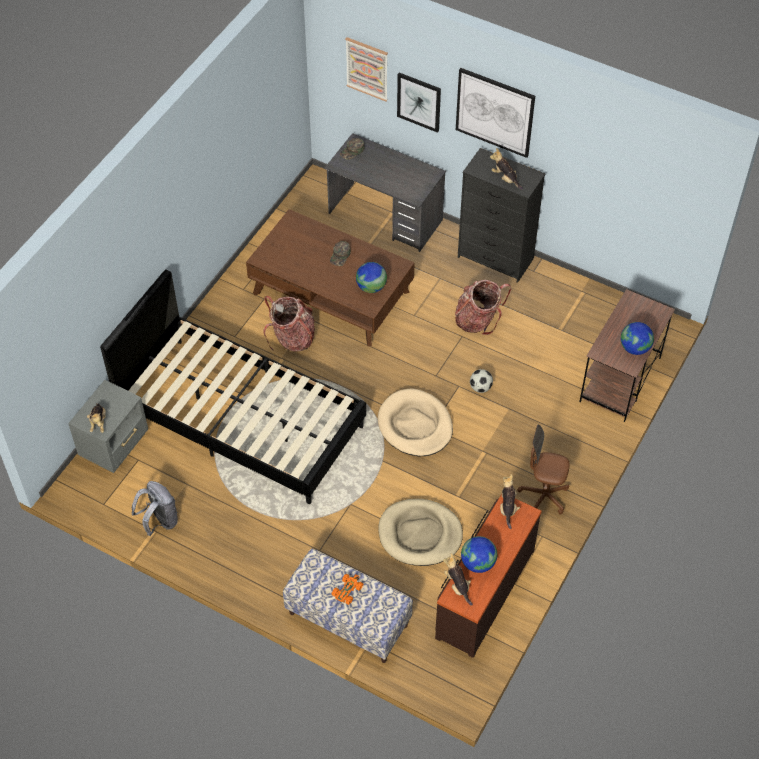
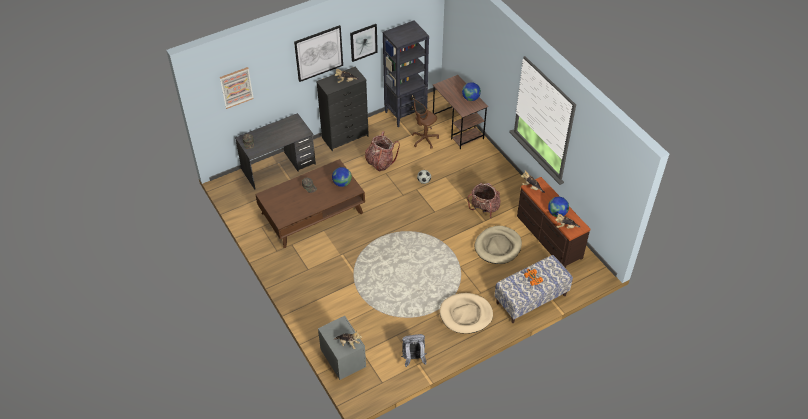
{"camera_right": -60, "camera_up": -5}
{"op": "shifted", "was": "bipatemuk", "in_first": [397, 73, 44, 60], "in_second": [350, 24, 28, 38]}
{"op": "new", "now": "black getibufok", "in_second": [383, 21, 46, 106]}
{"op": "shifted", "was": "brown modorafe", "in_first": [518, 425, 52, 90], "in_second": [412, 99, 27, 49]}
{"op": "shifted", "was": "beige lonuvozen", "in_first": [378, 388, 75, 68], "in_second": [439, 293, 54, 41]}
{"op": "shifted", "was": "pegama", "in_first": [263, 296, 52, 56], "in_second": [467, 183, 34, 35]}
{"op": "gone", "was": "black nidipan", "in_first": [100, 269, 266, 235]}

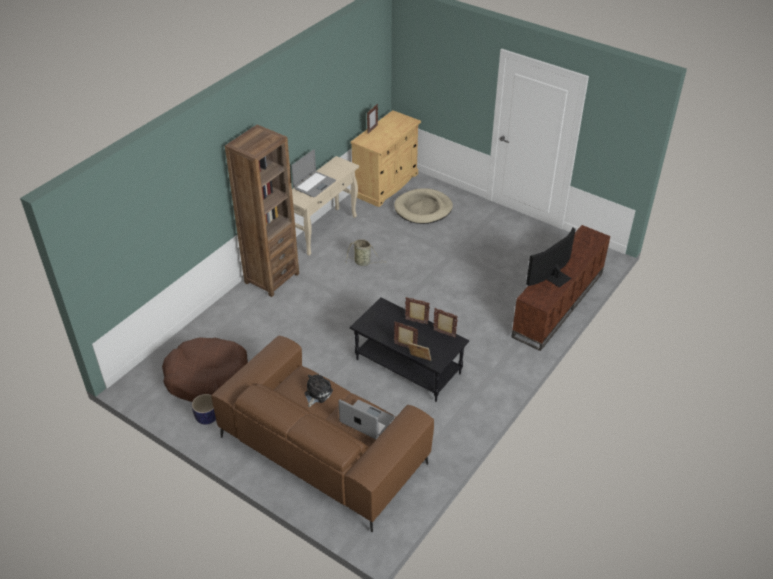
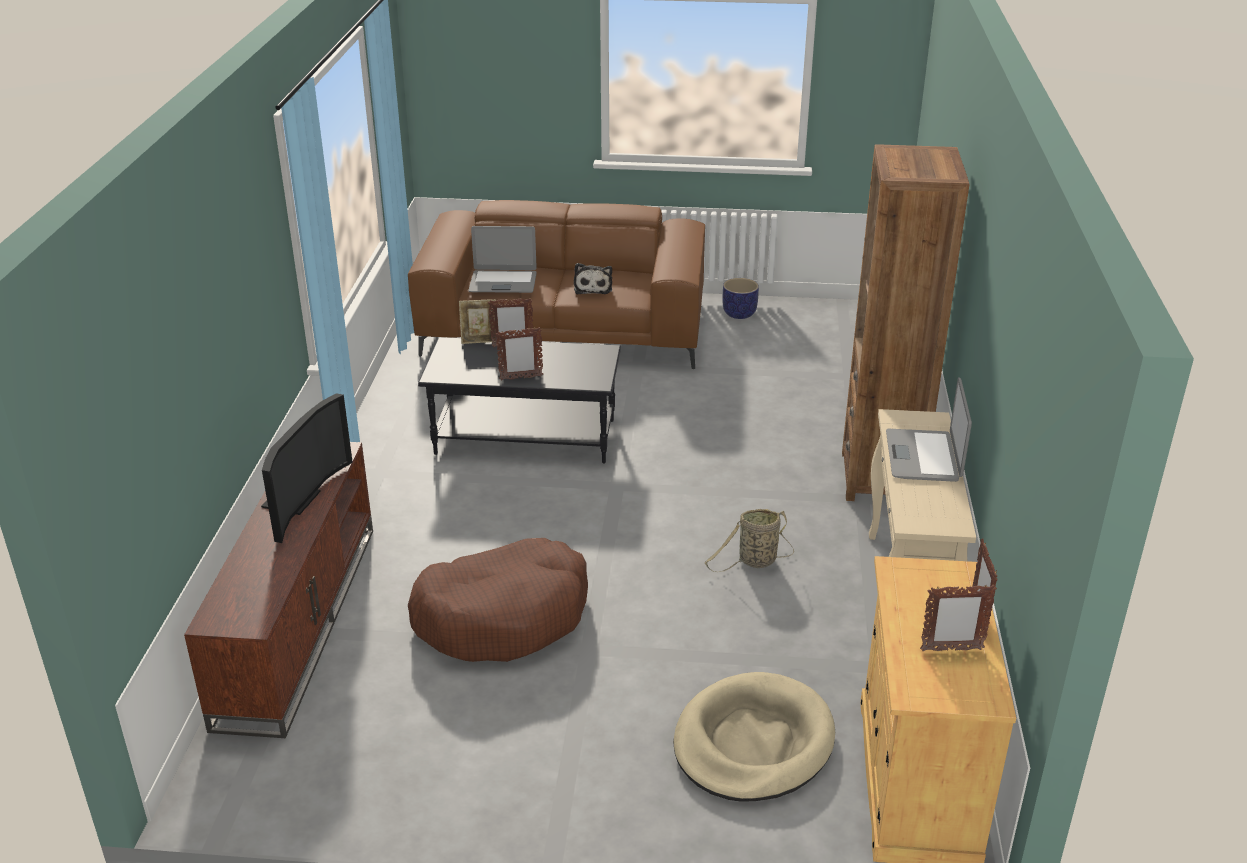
{"camera_right": 150, "camera_up": -10}
{"op": "shifted", "was": "brown lonuvozen", "in_first": [162, 337, 86, 65], "in_second": [408, 538, 180, 124]}
{"op": "shifted", "was": "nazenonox", "in_first": [433, 308, 25, 30], "in_second": [920, 584, 77, 67]}

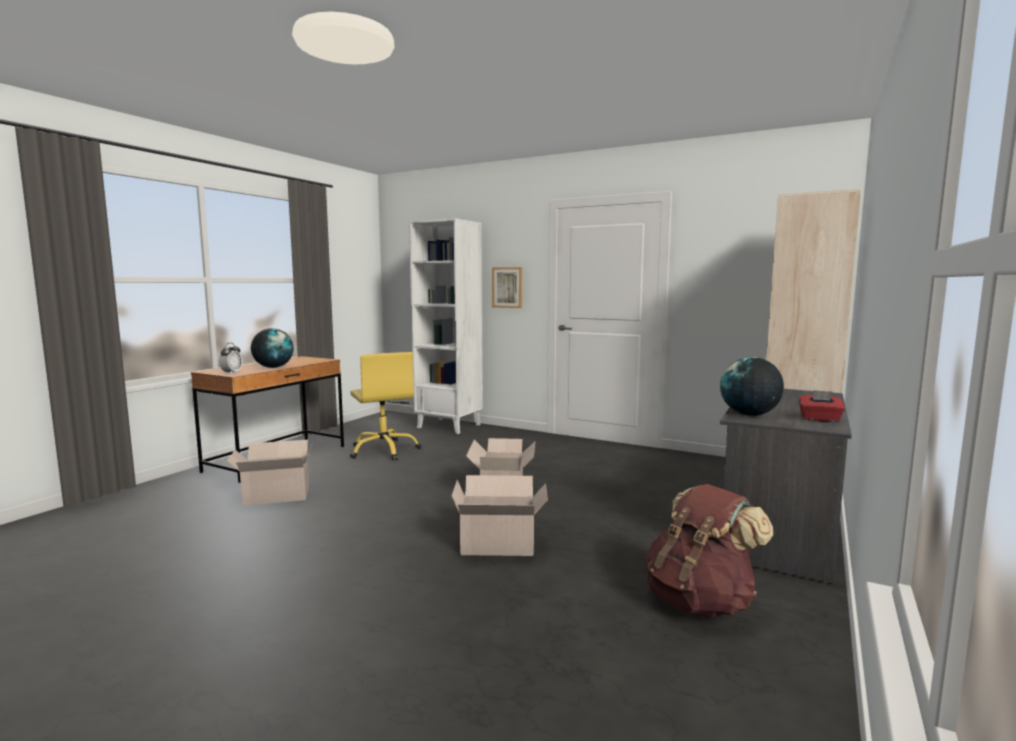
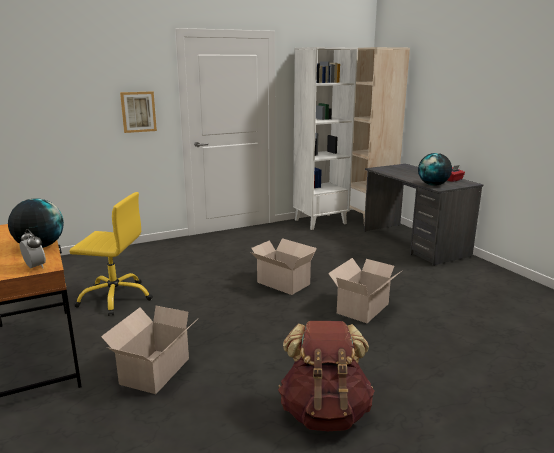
{"camera_right": -55, "camera_up": 10}
{"op": "shifted", "was": "brown pegama", "in_first": [646, 484, 127, 133], "in_second": [278, 321, 96, 110]}
{"op": "shifted", "was": "white getibufok", "in_first": [409, 218, 74, 216], "in_second": [293, 47, 65, 183]}

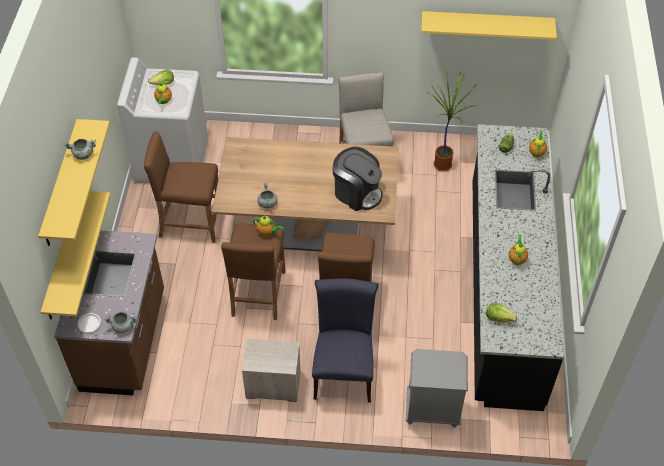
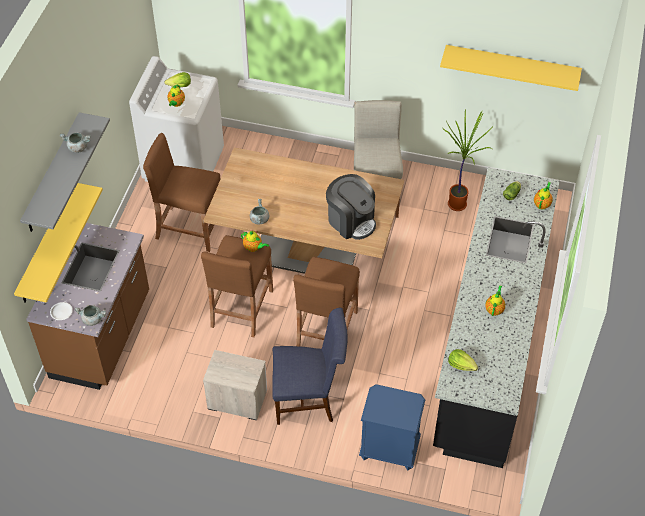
{"camera_right": 10, "camera_up": 0}
{"op": "repainted", "was": "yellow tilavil", "now": "grey tilavil", "in_first": [38, 119, 72, 127], "in_second": [20, 112, 90, 120]}
{"op": "rotated", "was": "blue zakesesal", "in_first": [312, 278, 66, 125], "in_second": [272, 308, 76, 117], "clockwise": 75}
{"op": "repainted", "was": "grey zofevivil", "now": "blue zofevivil", "in_first": [406, 349, 62, 79], "in_second": [359, 384, 66, 86]}

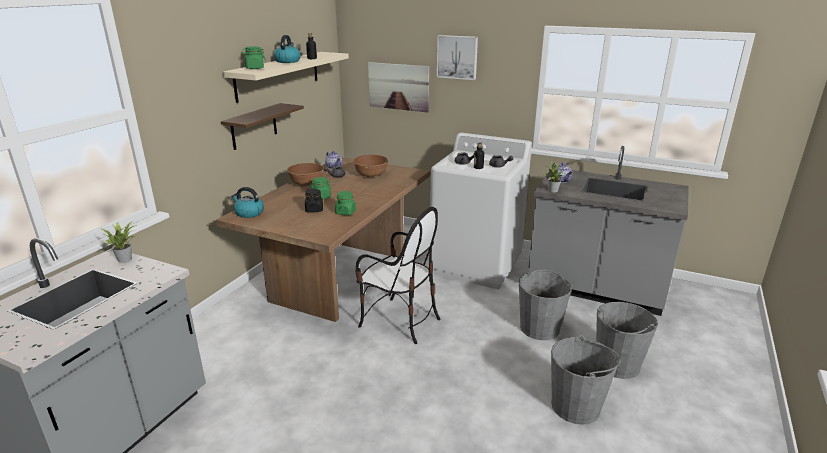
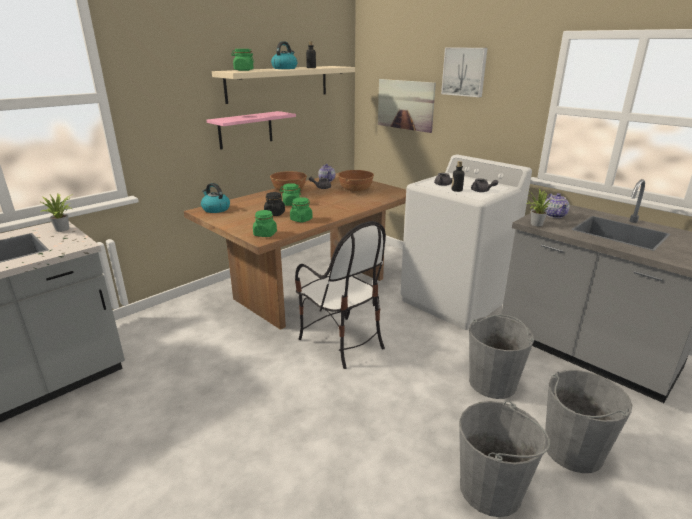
{"camera_right": 20, "camera_up": 0}
{"op": "repainted", "was": "brown tilavil", "now": "pink tilavil", "in_first": [221, 103, 83, 47], "in_second": [206, 111, 90, 39]}
{"op": "new", "now": "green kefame", "in_second": [253, 210, 24, 27]}

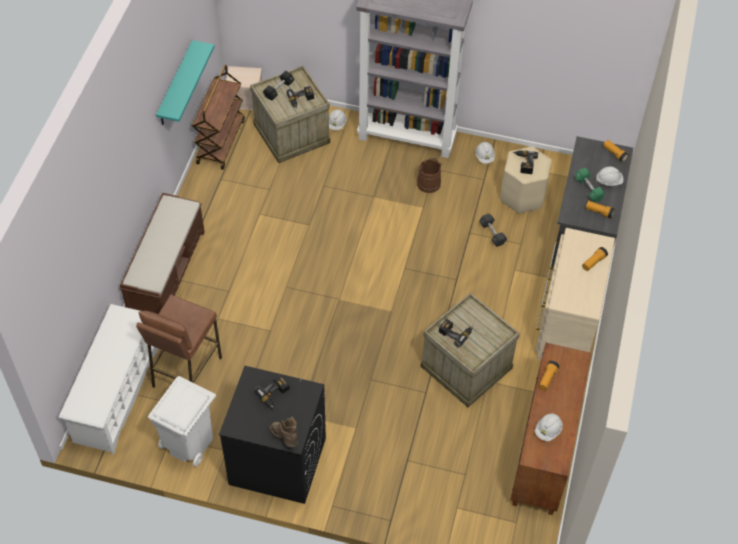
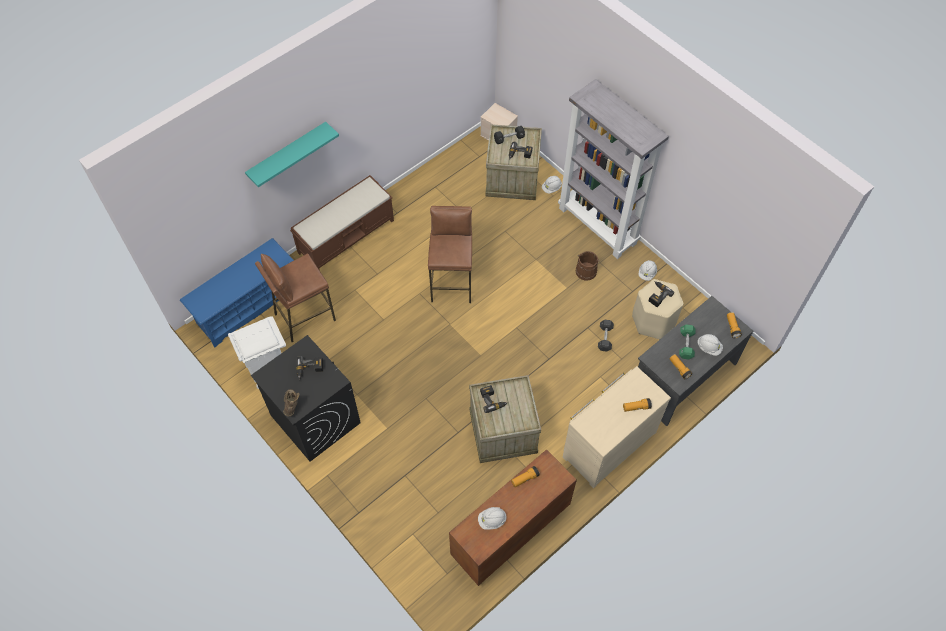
{"camera_right": 35, "camera_up": 5}
{"op": "repainted", "was": "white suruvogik", "now": "blue suruvogik", "in_first": [59, 304, 99, 151], "in_second": [180, 238, 114, 110]}
{"op": "shifted", "was": "turquoise tilavil", "in_first": [156, 40, 58, 85], "in_second": [245, 122, 94, 65]}
{"op": "new", "now": "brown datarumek", "in_second": [428, 206, 44, 97]}
{"op": "gone", "was": "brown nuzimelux", "in_first": [192, 65, 53, 105]}

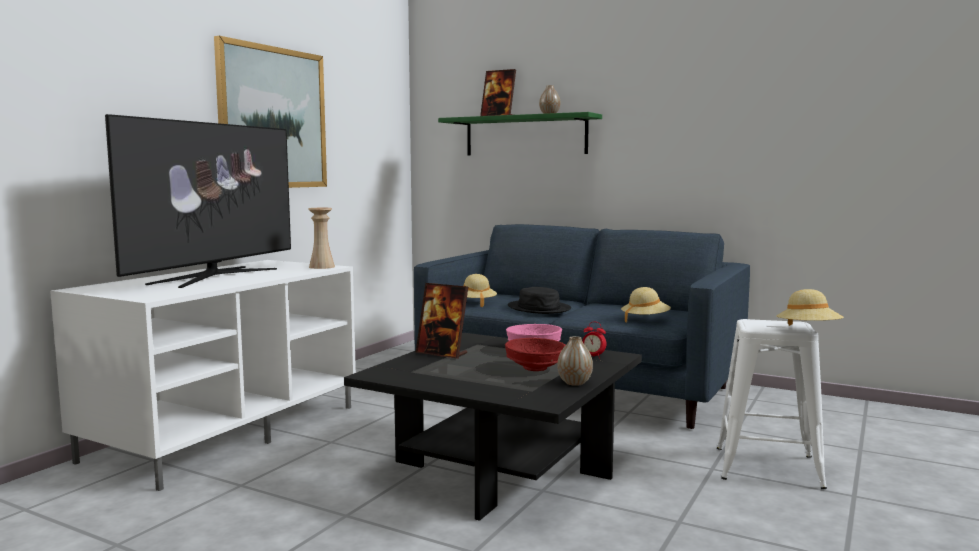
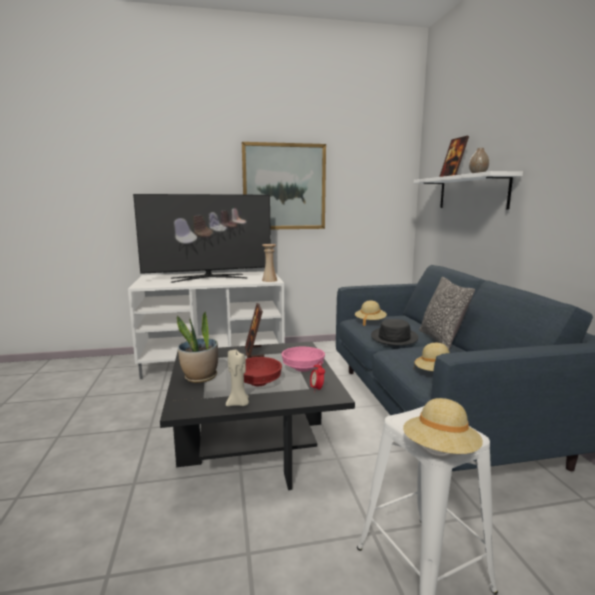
{"camera_right": 50, "camera_up": 5}
{"op": "new", "now": "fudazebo", "in_second": [177, 311, 41, 72]}
{"op": "swapped", "was": "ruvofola", "now": "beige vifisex", "in_first": [557, 336, 36, 50], "in_second": [226, 349, 23, 57]}
{"op": "repainted", "was": "green tilavil", "now": "white tilavil", "in_first": [438, 112, 164, 43], "in_second": [414, 171, 109, 38]}
{"op": "new", "now": "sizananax", "in_second": [419, 277, 56, 73]}

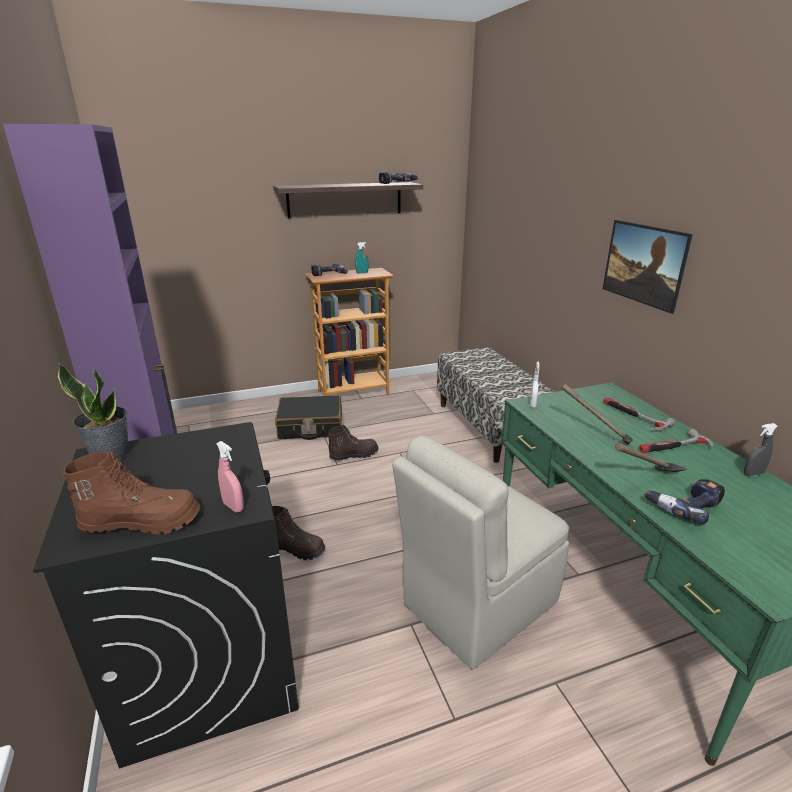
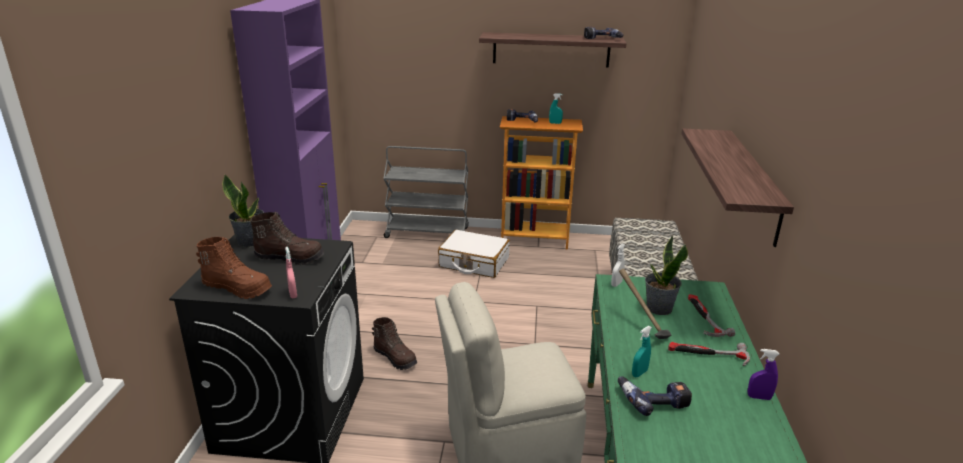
{"camera_right": 25, "camera_up": 0}
{"op": "shifted", "was": "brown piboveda", "in_first": [328, 425, 51, 36], "in_second": [250, 212, 74, 53]}
{"op": "new", "now": "grey nuzimelux", "in_second": [383, 146, 86, 92]}
{"op": "repainted", "was": "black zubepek", "now": "white zubepek", "in_first": [275, 395, 67, 45], "in_second": [438, 230, 72, 48]}
{"op": "swapped", "was": "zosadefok", "now": "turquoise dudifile", "in_first": [615, 443, 72, 29], "in_second": [632, 326, 20, 51]}
{"op": "new", "now": "fudazebo", "in_second": [645, 236, 43, 79]}
{"op": "swapped", "was": "bipatemuk", "now": "tilavil", "in_first": [603, 220, 90, 94], "in_second": [681, 129, 113, 118]}
{"op": "repainted", "was": "grey dudifile", "now": "purple dudifile", "in_first": [744, 423, 34, 53], "in_second": [748, 349, 32, 51]}

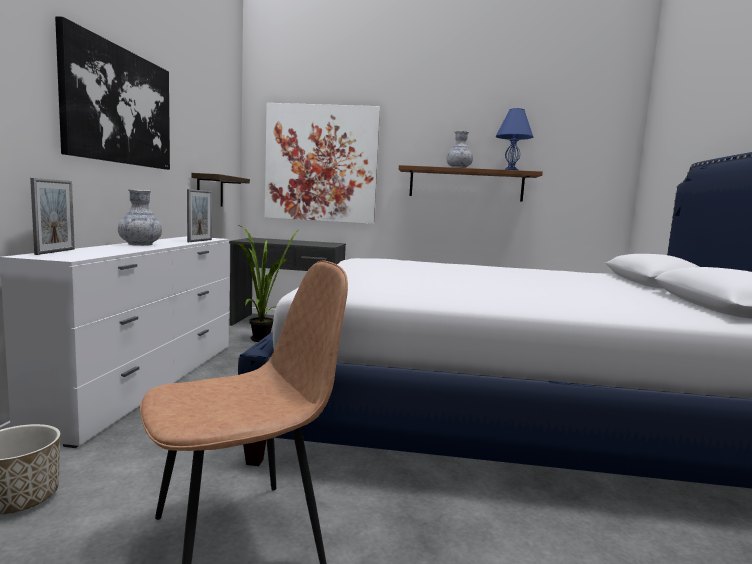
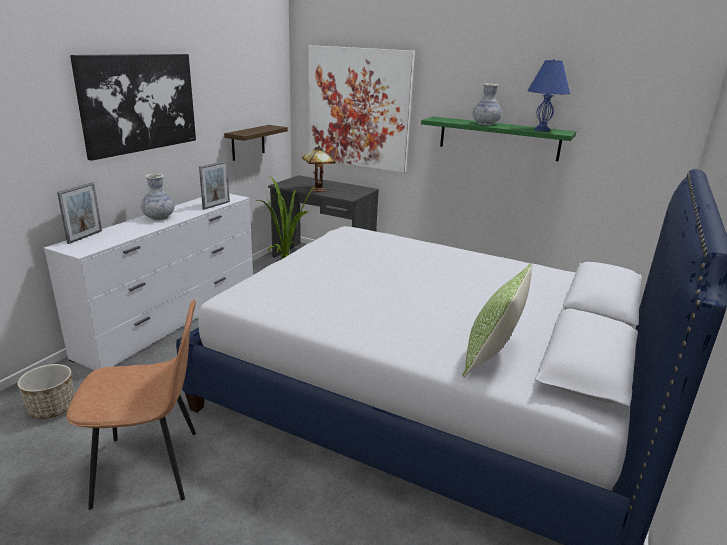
{"camera_right": 20, "camera_up": 15}
{"op": "new", "now": "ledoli", "in_second": [302, 145, 34, 47]}
{"op": "repainted", "was": "brown tilavil", "now": "green tilavil", "in_first": [399, 165, 144, 37], "in_second": [421, 117, 155, 44]}
{"op": "new", "now": "sizananax", "in_second": [462, 263, 70, 114]}

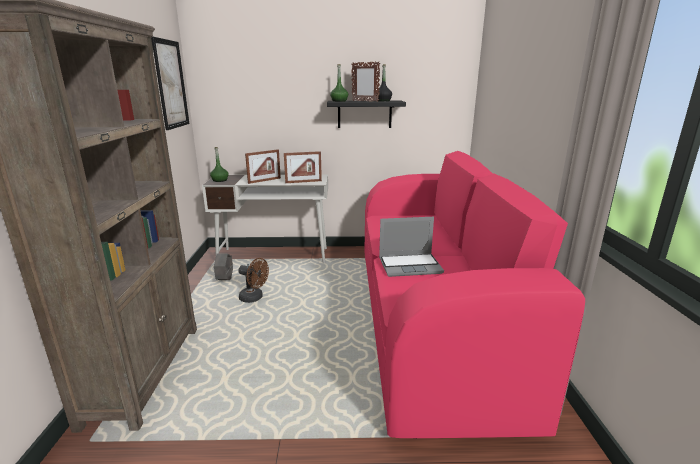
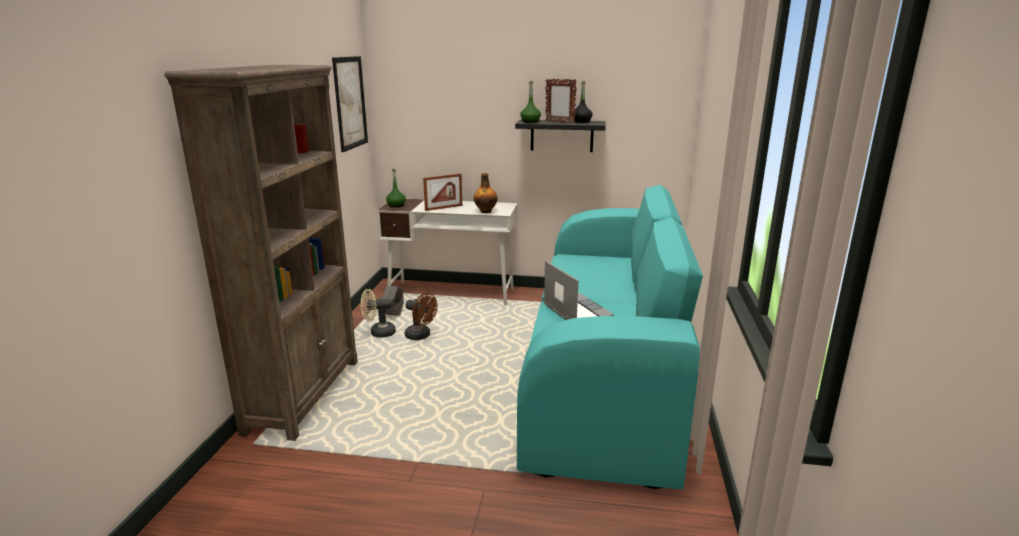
{"camera_right": 10, "camera_up": 0}
{"op": "new", "now": "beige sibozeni", "in_second": [360, 289, 36, 49]}
{"op": "swapped", "was": "nazenonox", "now": "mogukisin", "in_first": [284, 151, 38, 32], "in_second": [474, 173, 24, 40]}
{"op": "repainted", "was": "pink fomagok", "now": "turquoise fomagok", "in_first": [364, 151, 221, 288], "in_second": [517, 185, 186, 304]}
{"op": "rotated", "was": "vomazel", "in_first": [379, 217, 65, 60], "in_second": [544, 261, 70, 59], "clockwise": -120}

